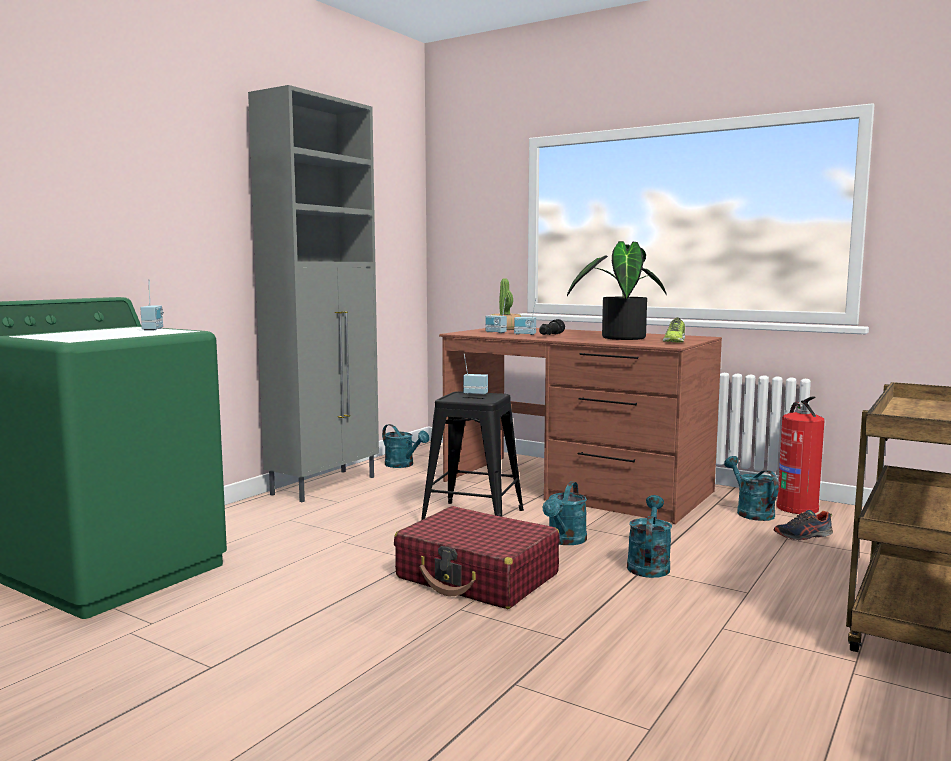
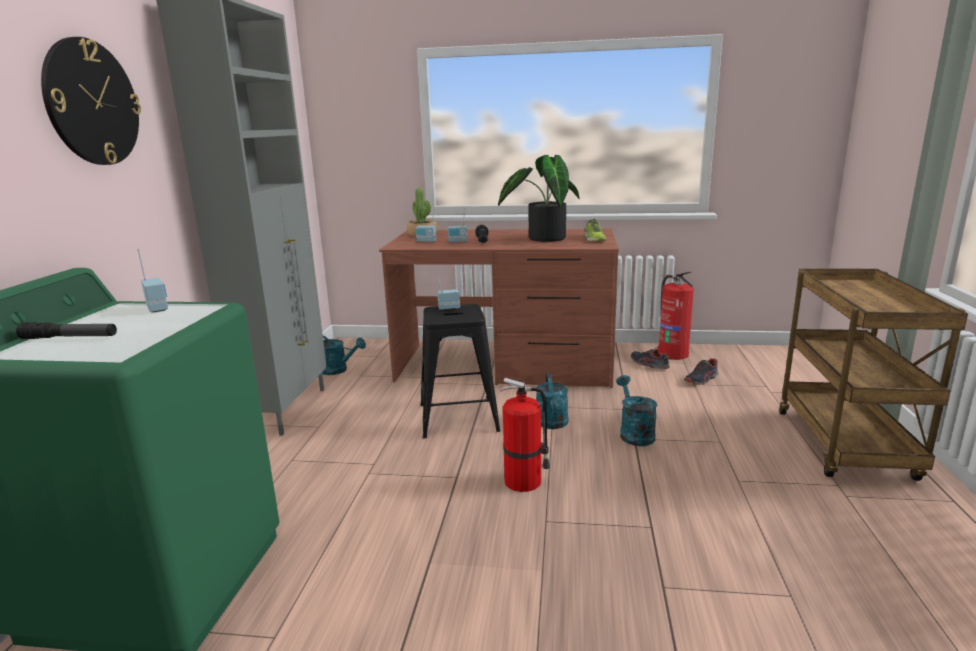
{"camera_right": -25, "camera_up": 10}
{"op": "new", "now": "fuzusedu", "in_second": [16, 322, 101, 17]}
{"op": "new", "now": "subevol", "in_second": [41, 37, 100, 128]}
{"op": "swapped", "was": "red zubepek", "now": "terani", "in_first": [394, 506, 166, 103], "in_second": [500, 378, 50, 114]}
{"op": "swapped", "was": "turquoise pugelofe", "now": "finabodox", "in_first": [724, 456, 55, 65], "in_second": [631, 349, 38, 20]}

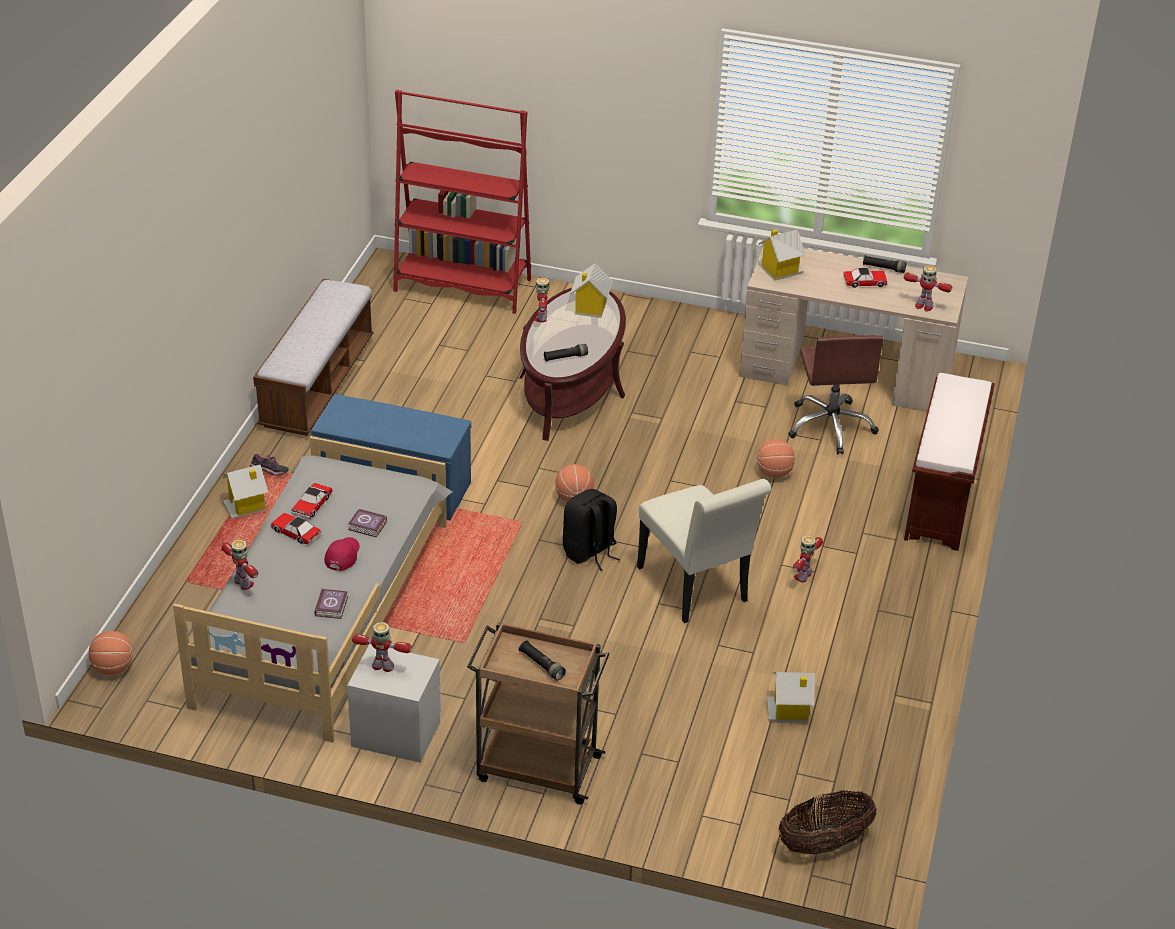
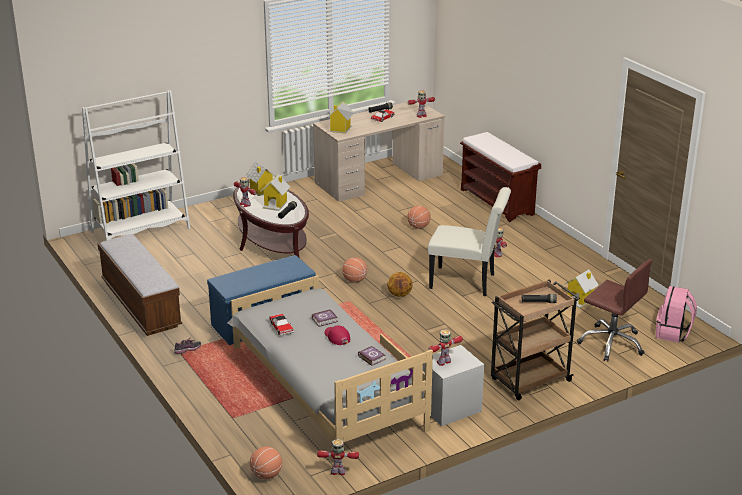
{"camera_right": -45, "camera_up": -10}
{"op": "repainted", "was": "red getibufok", "now": "white getibufok", "in_first": [393, 90, 138, 224], "in_second": [82, 90, 108, 151]}
{"op": "shifted", "was": "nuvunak", "in_first": [223, 464, 45, 55], "in_second": [260, 174, 30, 37]}
{"op": "shifted", "was": "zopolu", "in_first": [221, 540, 37, 50], "in_second": [317, 439, 42, 36]}
{"op": "swapped", "was": "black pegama", "now": "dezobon", "in_first": [563, 489, 57, 82], "in_second": [387, 272, 26, 25]}
{"op": "shifted", "was": "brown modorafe", "in_first": [788, 335, 95, 119], "in_second": [577, 259, 75, 102]}
{"op": "swapped", "was": "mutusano", "now": "pink pegama", "in_first": [778, 791, 99, 63], "in_second": [656, 286, 41, 57]}
{"op": "gone", "was": "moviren", "in_first": [270, 512, 51, 32]}

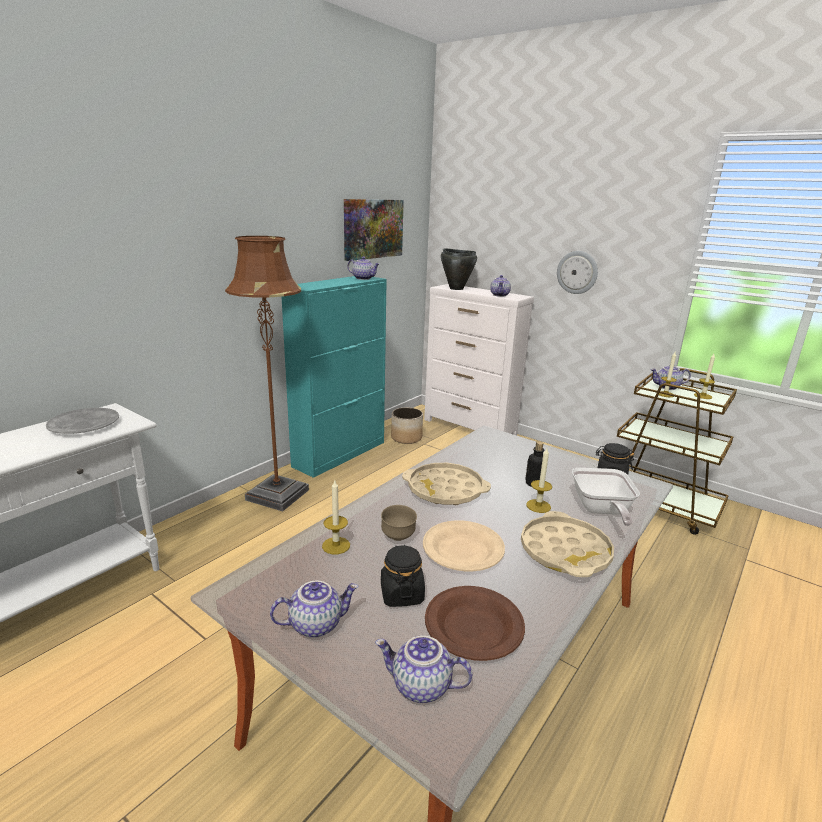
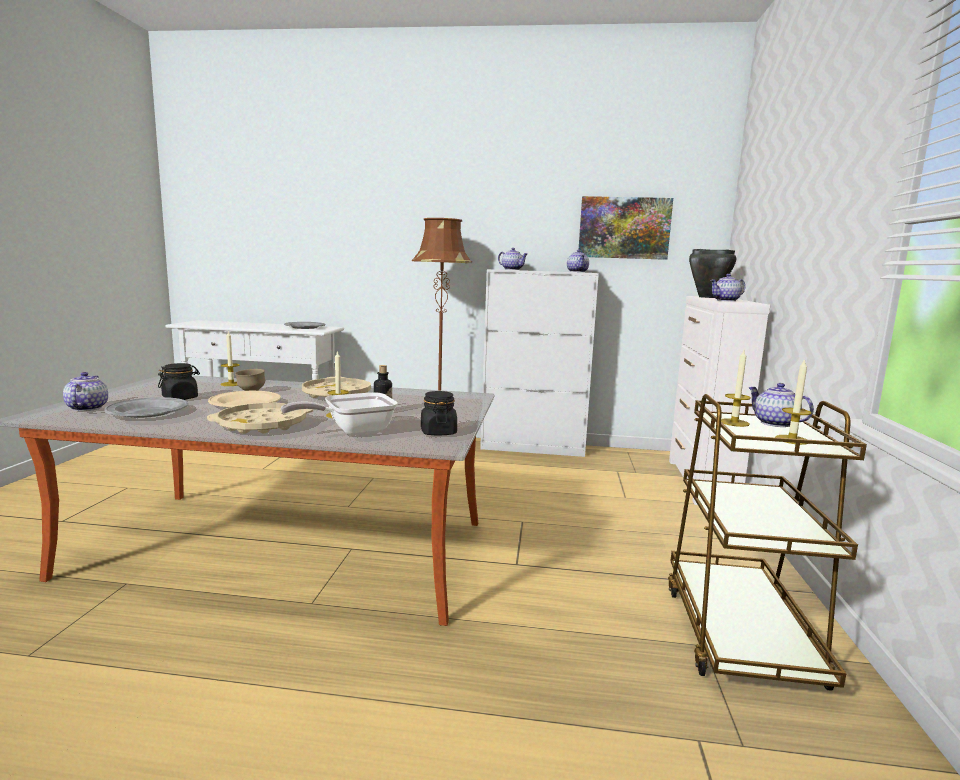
{"camera_right": 60, "camera_up": -10}
{"op": "repainted", "was": "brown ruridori", "now": "grey ruridori", "in_first": [425, 586, 100, 75], "in_second": [105, 397, 83, 21]}
{"op": "repainted", "was": "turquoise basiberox", "now": "white basiberox", "in_first": [282, 276, 105, 202], "in_second": [480, 269, 119, 188]}
{"op": "shifted", "was": "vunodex", "in_first": [270, 581, 89, 57], "in_second": [498, 248, 29, 22]}
{"op": "gone", "was": "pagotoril", "in_first": [391, 407, 32, 37]}
{"op": "gone", "was": "subevol", "in_first": [557, 251, 41, 43]}

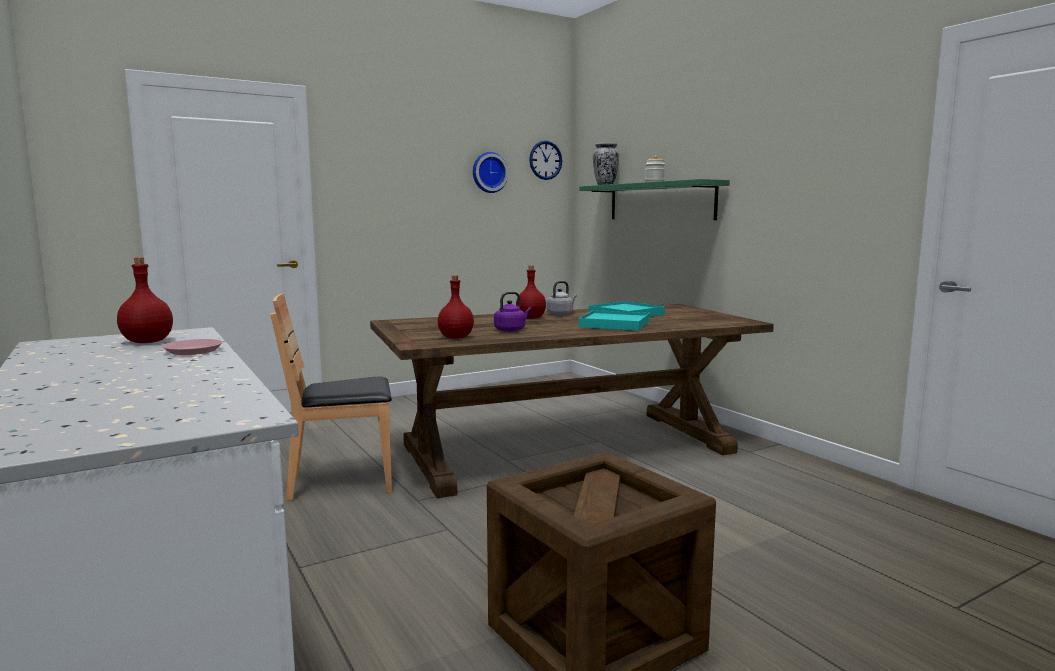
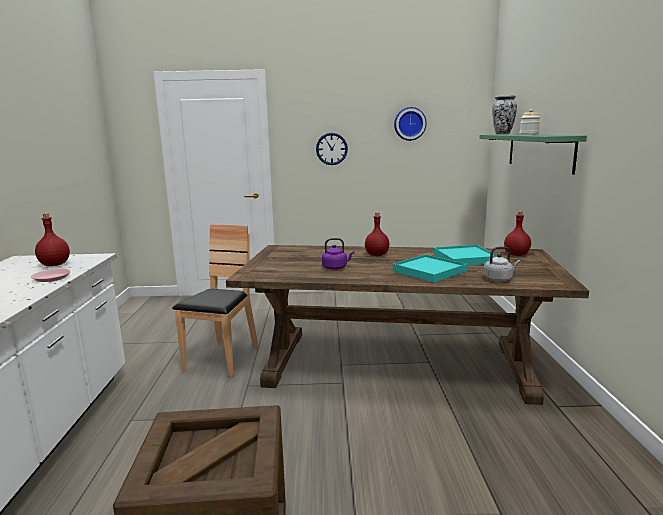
{"camera_right": 30, "camera_up": 5}
{"op": "rotated", "was": "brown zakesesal", "in_first": [270, 293, 122, 208], "in_second": [172, 225, 86, 152], "clockwise": 90}
{"op": "shifted", "was": "subevol", "in_first": [529, 141, 33, 39], "in_second": [316, 133, 32, 32]}
{"op": "shifted", "was": "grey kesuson", "in_first": [546, 281, 31, 34], "in_second": [483, 246, 37, 36]}
{"op": "shifted", "was": "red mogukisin", "in_first": [438, 275, 36, 64], "in_second": [504, 211, 27, 45]}

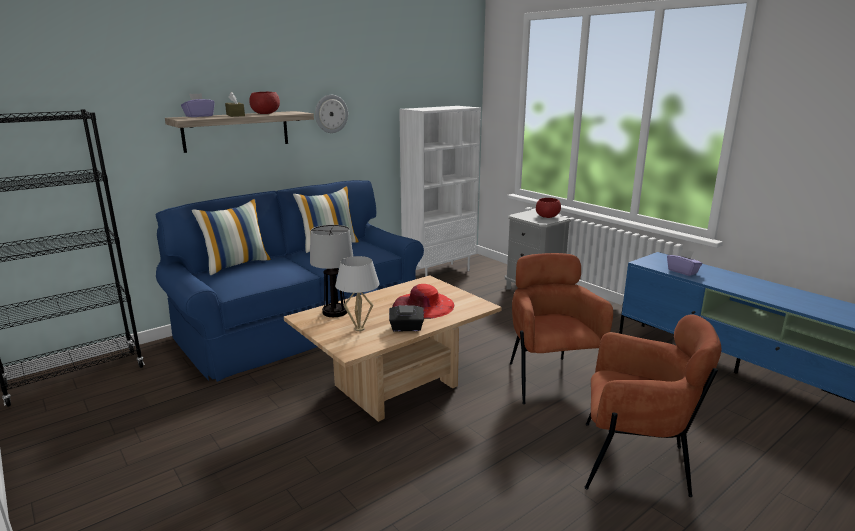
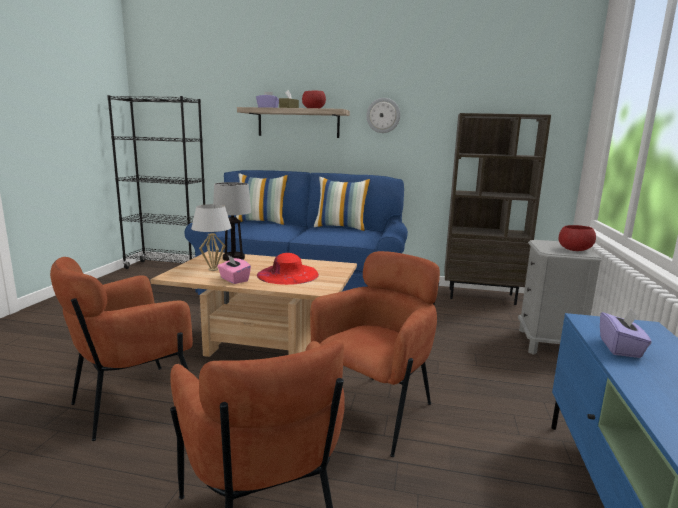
{"camera_right": 50, "camera_up": -5}
{"op": "new", "now": "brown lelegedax", "in_second": [50, 257, 143, 184]}
{"op": "repainted", "was": "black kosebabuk", "now": "pink kosebabuk", "in_first": [389, 305, 35, 27], "in_second": [217, 255, 34, 29]}
{"op": "repainted", "was": "white getibufok", "now": "brown getibufok", "in_first": [399, 106, 82, 171], "in_second": [444, 113, 107, 192]}

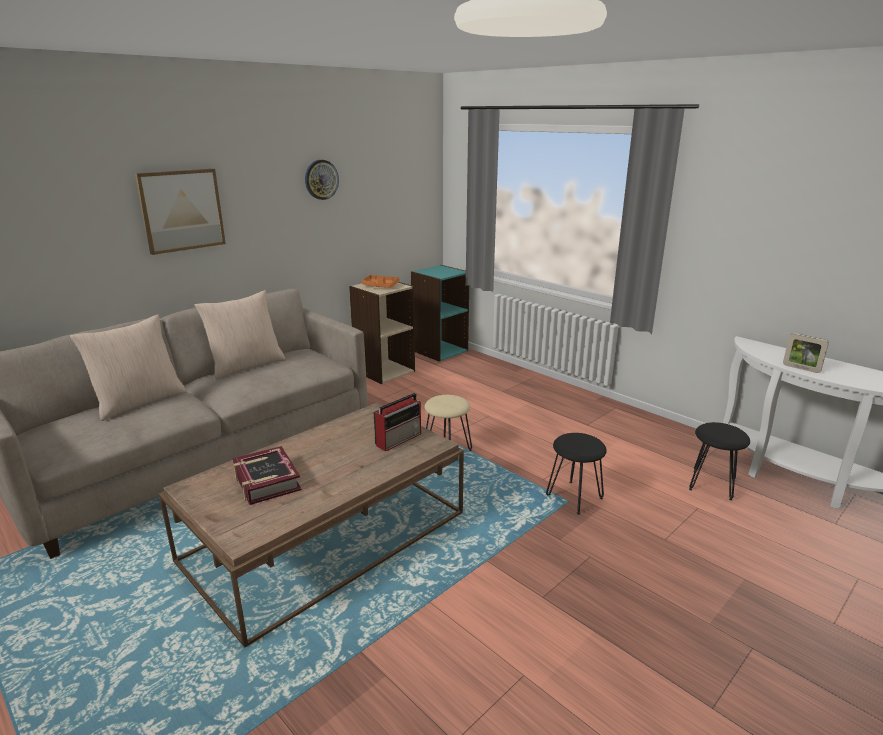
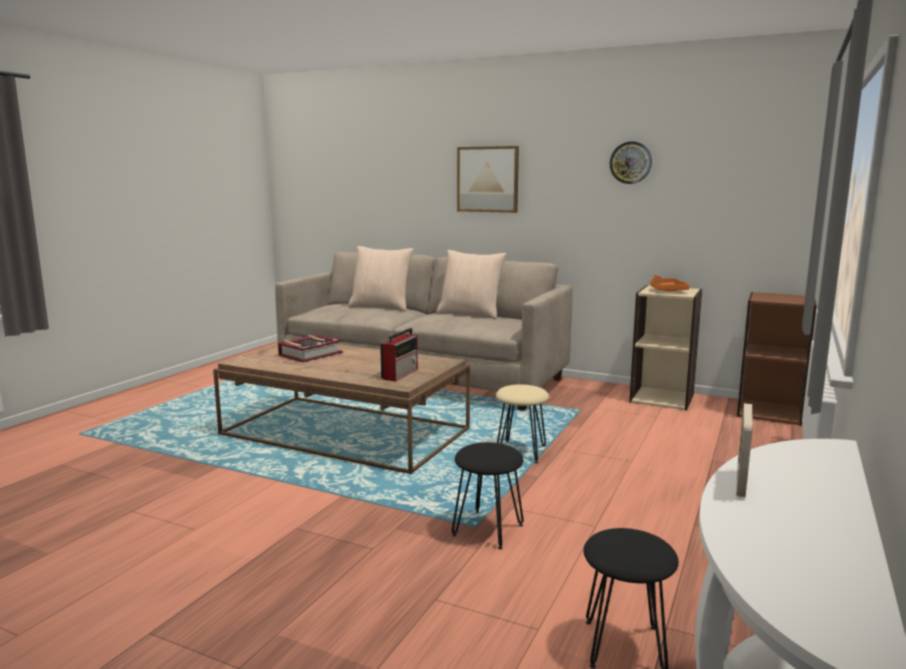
{"camera_right": 70, "camera_up": -10}
{"op": "rotated", "was": "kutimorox", "in_first": [374, 393, 47, 58], "in_second": [380, 328, 38, 53], "clockwise": -90}
{"op": "repainted", "was": "turquoise getibufok", "now": "brown getibufok", "in_first": [411, 265, 58, 97], "in_second": [737, 292, 80, 134]}

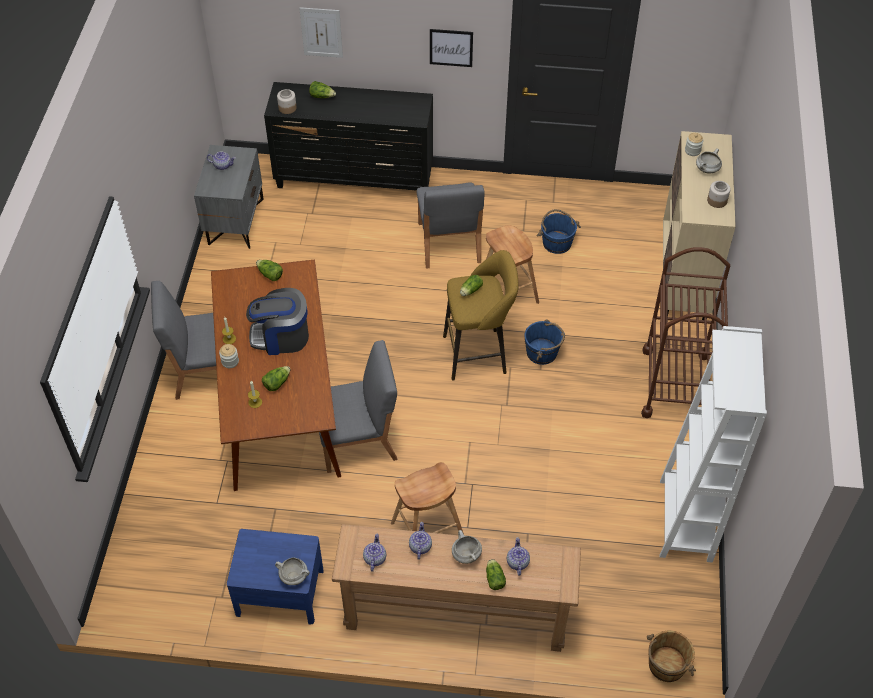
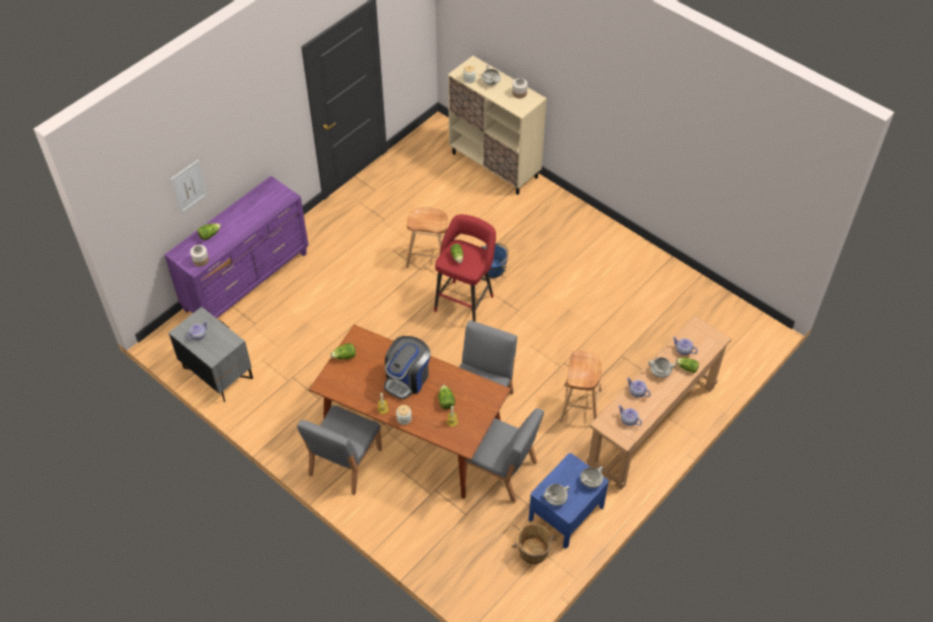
{"camera_right": -55, "camera_up": 0}
{"op": "repainted", "was": "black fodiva", "now": "purple fodiva", "in_first": [264, 82, 169, 109], "in_second": [164, 176, 145, 142]}
{"op": "repainted", "was": "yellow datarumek", "now": "red datarumek", "in_first": [443, 250, 75, 131], "in_second": [434, 214, 62, 108]}
{"op": "shifted", "was": "grey zakesesal", "in_first": [417, 183, 68, 86], "in_second": [466, 408, 78, 95]}
{"op": "shifted", "was": "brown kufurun", "in_first": [647, 631, 49, 51], "in_second": [511, 524, 46, 40]}
{"op": "new", "now": "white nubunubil", "in_second": [543, 484, 26, 22]}
{"op": "gone", "was": "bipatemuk", "in_first": [430, 29, 43, 38]}
{"op": "gone", "was": "blue kufurun", "in_first": [537, 209, 44, 45]}
{"op": "gone", "was": "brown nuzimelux", "in_first": [641, 247, 89, 171]}
{"op": "gone", "was": "white getibufok", "in_first": [660, 326, 107, 237]}

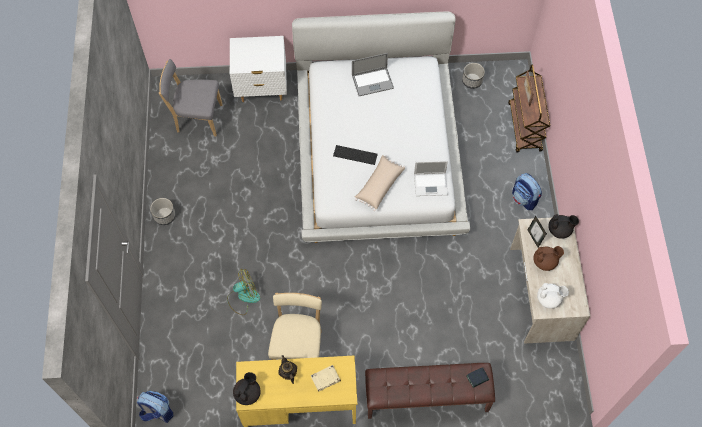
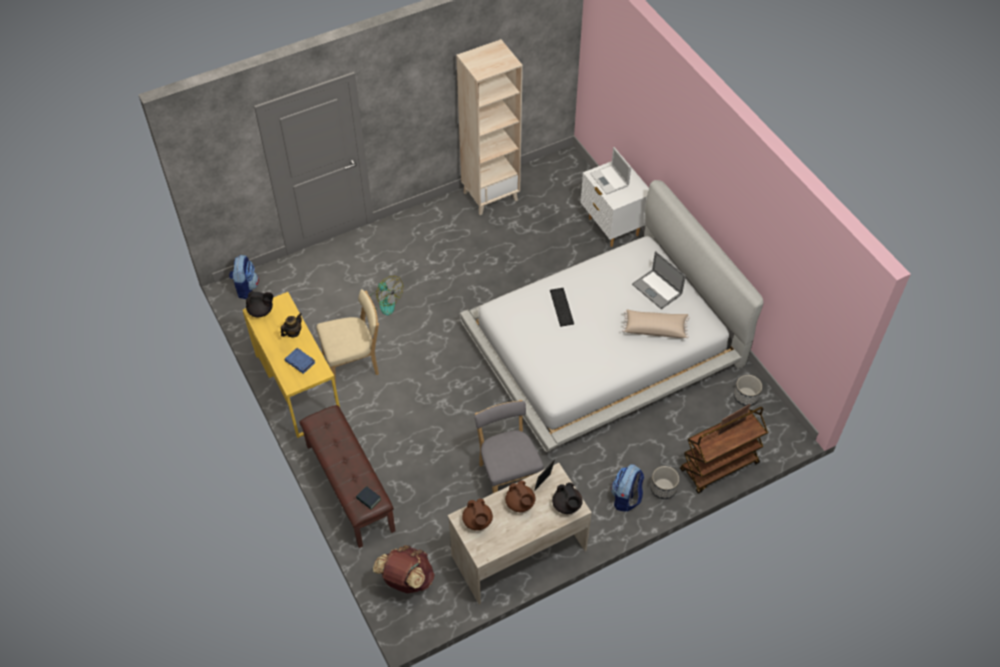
{"camera_right": 65, "camera_up": -10}
{"op": "repainted", "was": "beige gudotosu", "now": "blue gudotosu", "in_first": [311, 365, 30, 27], "in_second": [285, 348, 30, 26]}
{"op": "new", "now": "brown pegama", "in_second": [373, 545, 62, 48]}
{"op": "new", "now": "beige getibufok", "in_second": [456, 39, 67, 176]}
{"op": "repainted", "was": "white vunodex", "now": "brown vunodex", "in_first": [537, 283, 32, 26], "in_second": [462, 499, 31, 31]}
{"op": "shifted", "was": "grey zakesesal", "in_first": [159, 59, 64, 77], "in_second": [475, 400, 69, 93]}
{"op": "shifted", "was": "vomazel", "in_first": [414, 160, 34, 36], "in_second": [590, 147, 41, 48]}
{"op": "shifted", "was": "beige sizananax", "in_first": [355, 155, 50, 56], "in_second": [622, 309, 68, 29]}
{"op": "shifted", "was": "pagotoril", "in_first": [150, 198, 26, 27], "in_second": [650, 466, 29, 33]}

